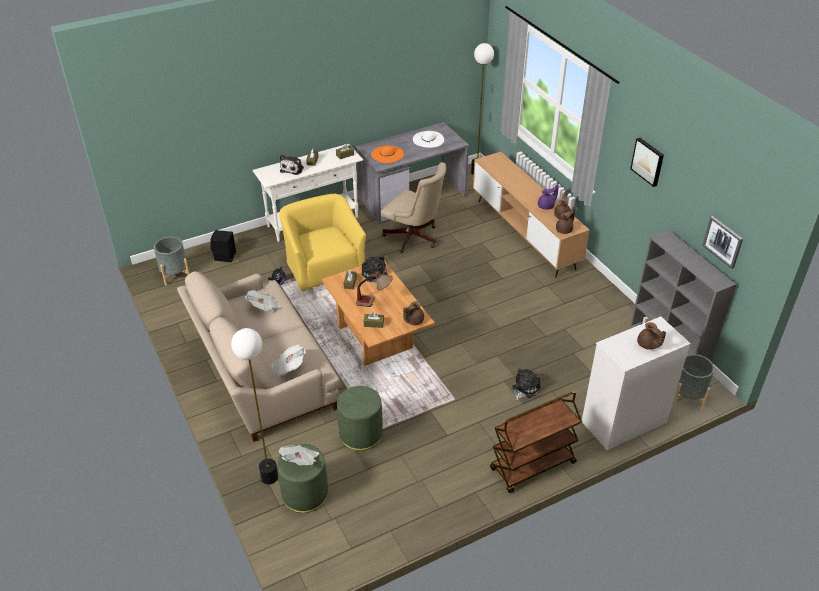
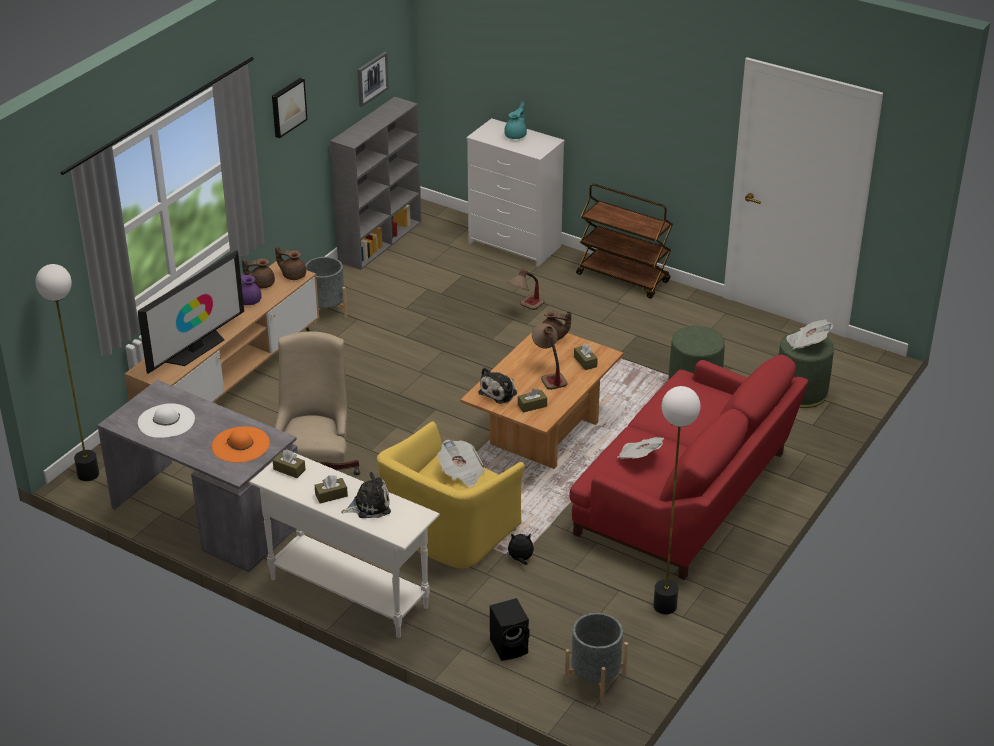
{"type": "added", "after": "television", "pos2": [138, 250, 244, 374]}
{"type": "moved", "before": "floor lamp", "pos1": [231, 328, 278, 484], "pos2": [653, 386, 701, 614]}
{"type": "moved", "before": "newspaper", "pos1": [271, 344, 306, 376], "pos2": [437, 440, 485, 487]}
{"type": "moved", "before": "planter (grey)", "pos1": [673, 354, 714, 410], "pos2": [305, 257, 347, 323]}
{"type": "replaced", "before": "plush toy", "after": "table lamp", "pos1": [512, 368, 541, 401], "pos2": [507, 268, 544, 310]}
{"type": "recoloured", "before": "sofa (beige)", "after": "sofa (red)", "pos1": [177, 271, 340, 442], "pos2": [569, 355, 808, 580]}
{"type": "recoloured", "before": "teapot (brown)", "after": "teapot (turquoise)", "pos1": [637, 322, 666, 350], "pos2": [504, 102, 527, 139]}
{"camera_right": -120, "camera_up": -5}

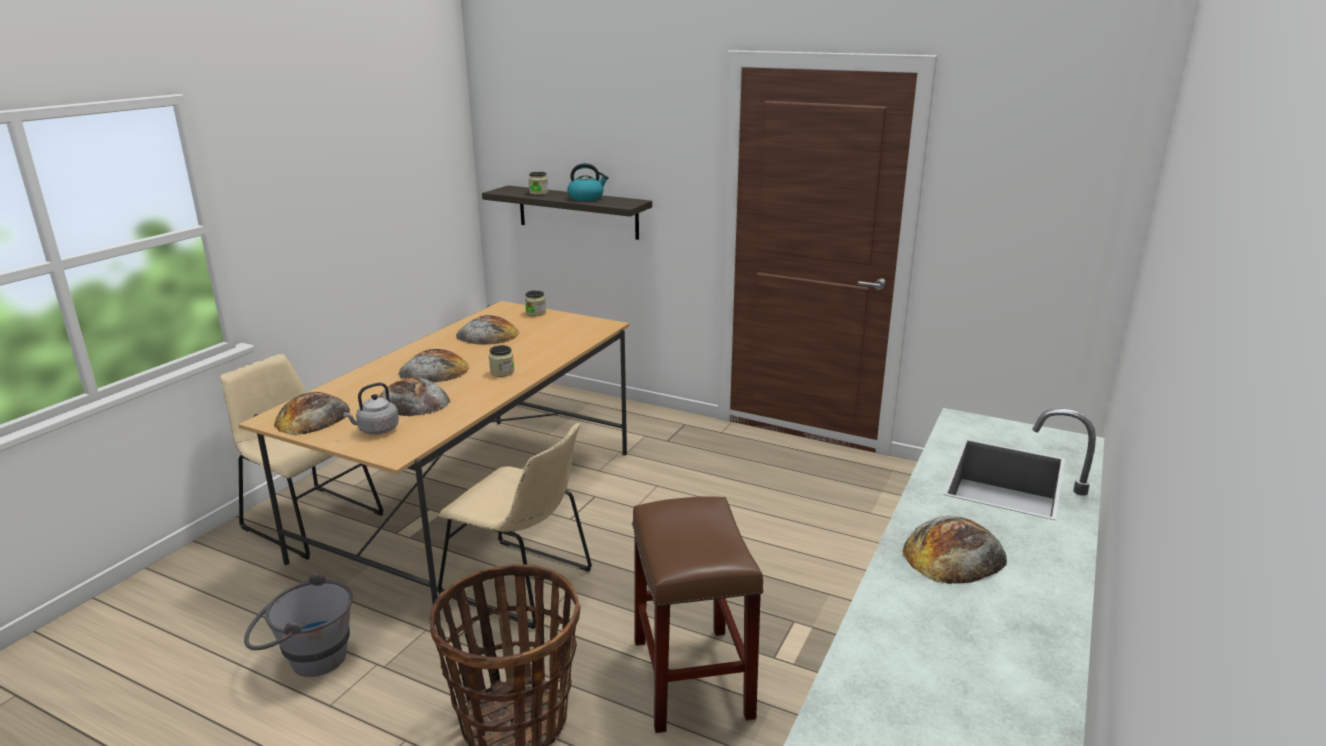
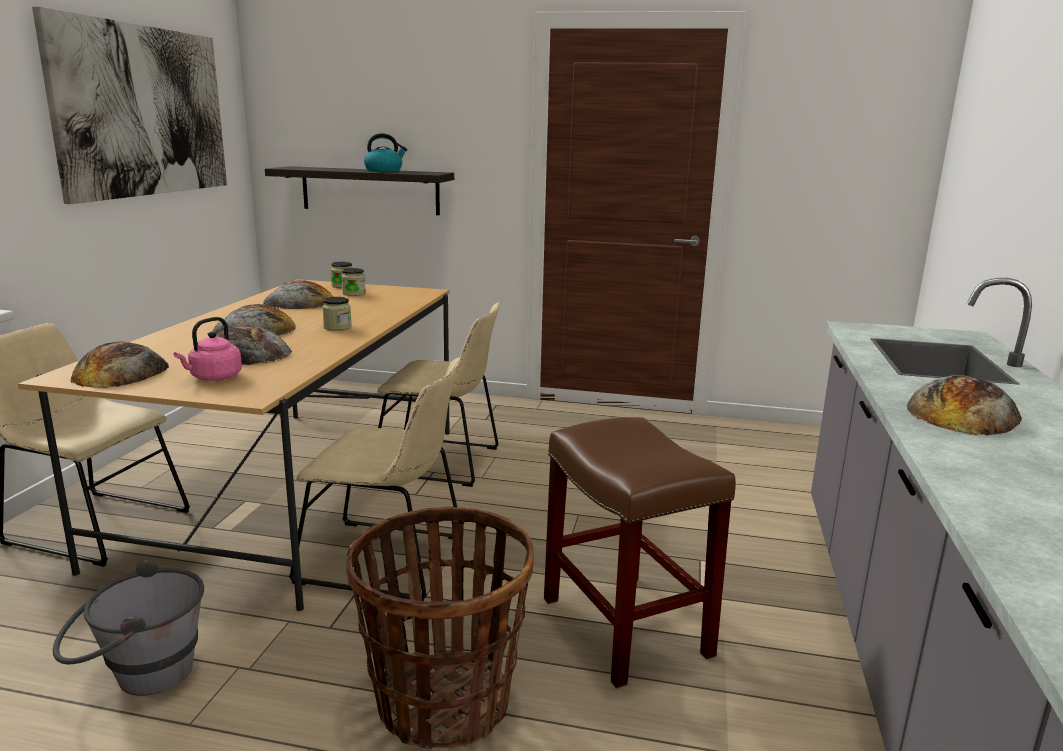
{"type": "added", "after": "picture", "pos2": [32, 7, 227, 204]}
{"type": "added", "after": "chair (beige)", "pos2": [377, 302, 500, 487]}
{"type": "moved", "before": "jar", "pos1": [529, 172, 548, 195], "pos2": [342, 268, 366, 296]}
{"type": "recoloured", "before": "kettle (grey)", "after": "kettle (pink)", "pos1": [343, 383, 399, 435], "pos2": [173, 317, 242, 381]}
{"camera_right": -15, "camera_up": -5}

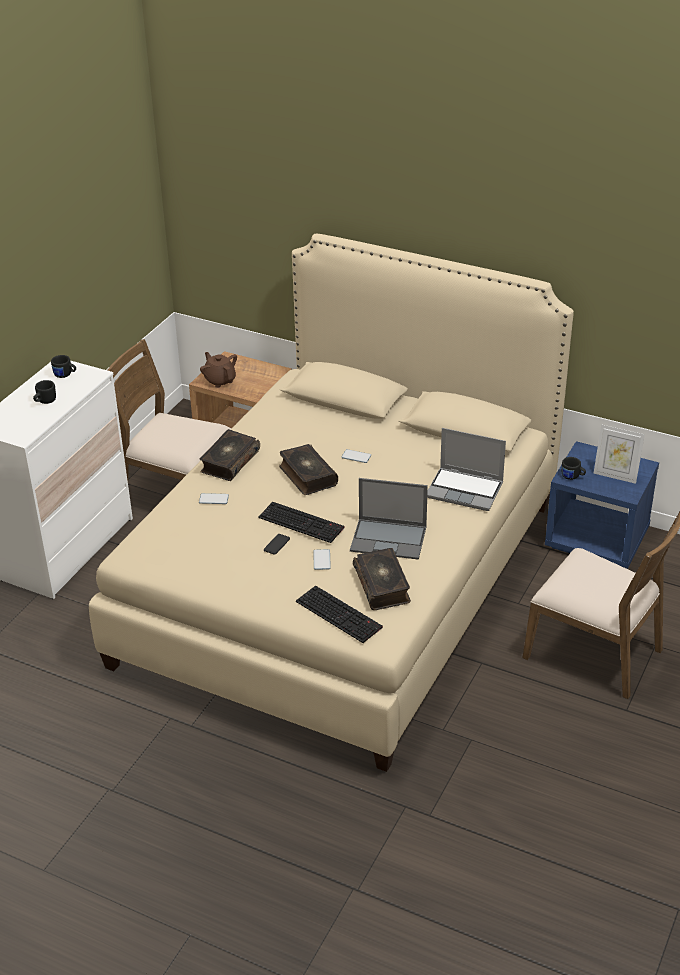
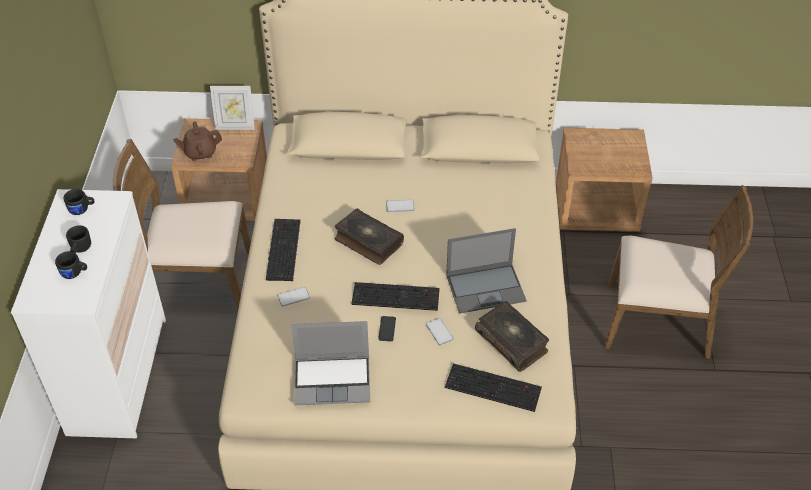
{"type": "moved", "before": "laptop", "pos1": [427, 428, 506, 511], "pos2": [291, 321, 370, 405]}
{"type": "moved", "before": "mug (black)", "pos1": [562, 457, 586, 480], "pos2": [55, 251, 87, 279]}
{"type": "moved", "before": "picture frame", "pos1": [593, 424, 645, 484], "pos2": [210, 86, 255, 130]}
{"type": "replaced", "before": "book", "after": "keyboard", "pos1": [200, 429, 260, 481], "pos2": [266, 219, 301, 281]}
{"type": "recoloured", "before": "nightstand (blue)", "after": "nightstand (brown)", "pos1": [545, 441, 659, 569], "pos2": [556, 128, 652, 231]}
{"type": "turned", "before": "teapot (brown)", "pos1": [200, 352, 237, 388], "pos2": [173, 121, 222, 161], "turn": -45}
{"camera_right": -25, "camera_up": 10}

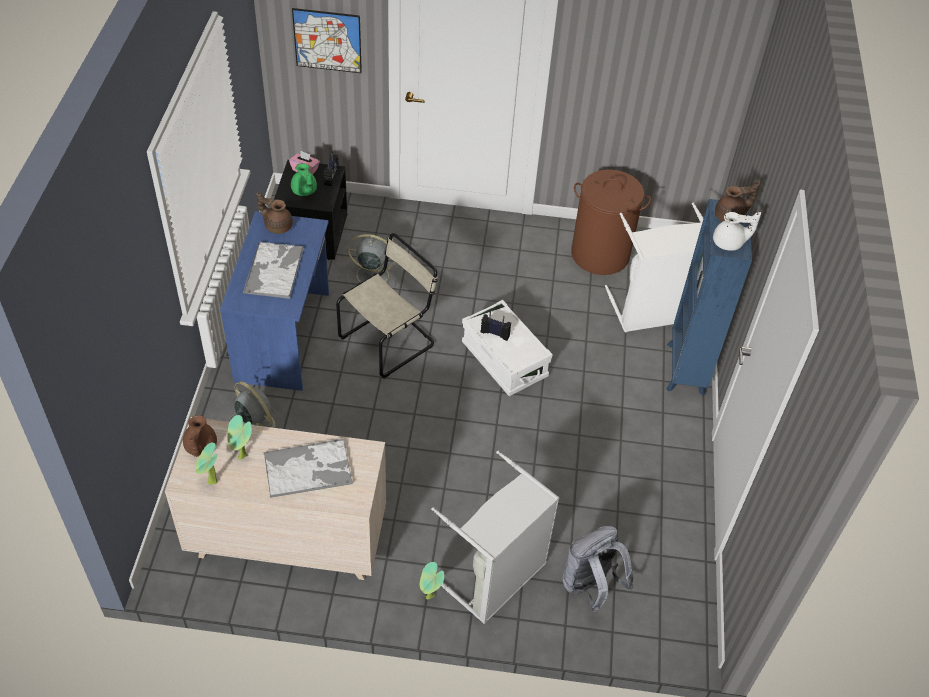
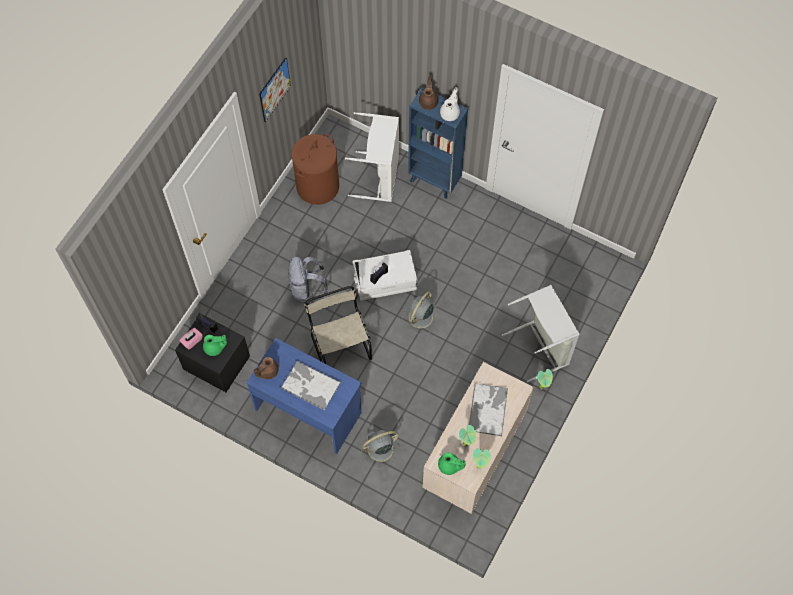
{"type": "moved", "before": "picture", "pos1": [292, 8, 362, 73], "pos2": [259, 57, 291, 122]}
{"type": "moved", "before": "fan (grey)", "pos1": [347, 234, 397, 288], "pos2": [403, 291, 437, 335]}
{"type": "moved", "before": "backpack (grey)", "pos1": [563, 526, 634, 612], "pos2": [288, 257, 328, 303]}
{"type": "recoloured", "before": "teapot (brown)", "after": "teapot (green)", "pos1": [183, 415, 217, 457], "pos2": [438, 452, 466, 475]}
{"camera_right": -65, "camera_up": 15}

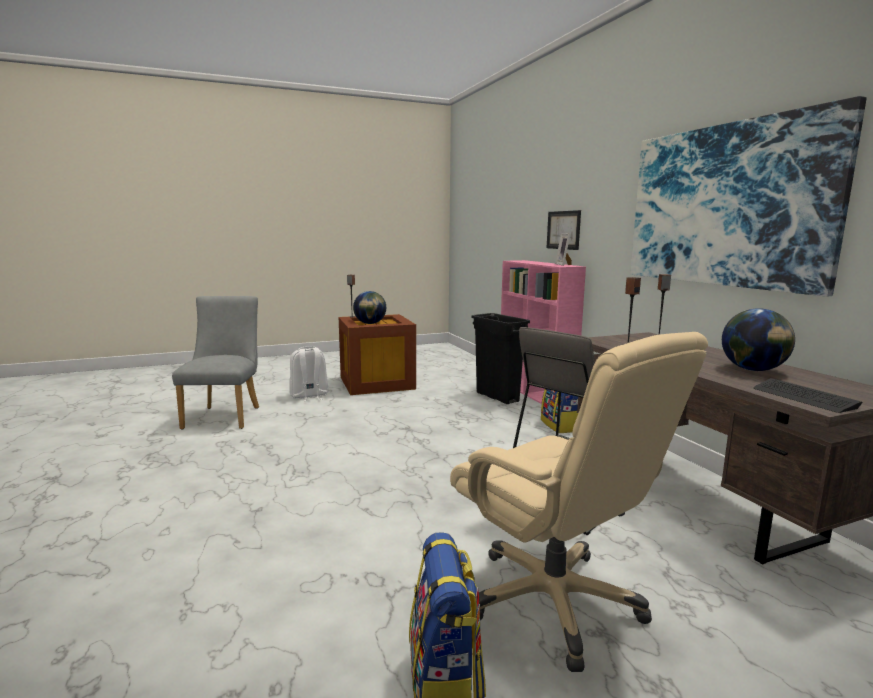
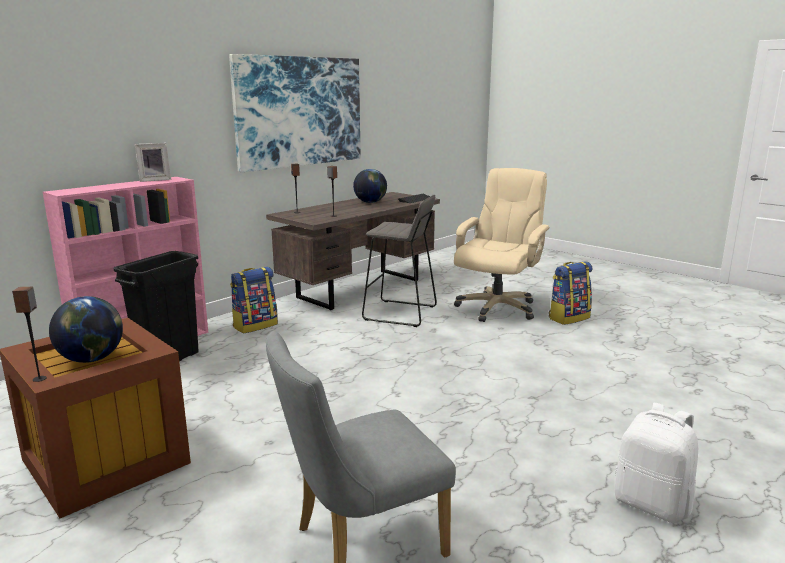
{"type": "removed", "before": "picture", "pos1": [547, 210, 581, 250]}
{"type": "moved", "before": "backpack (white)", "pos1": [289, 346, 328, 402], "pos2": [615, 403, 698, 523]}
{"camera_right": -115, "camera_up": 5}

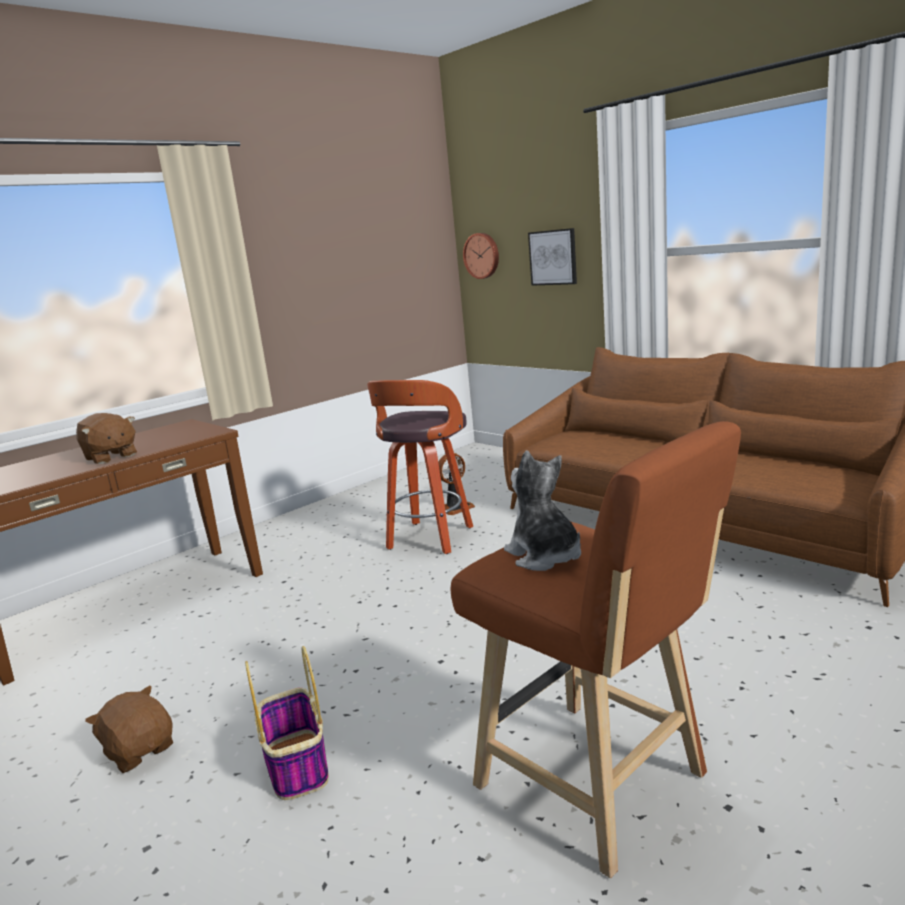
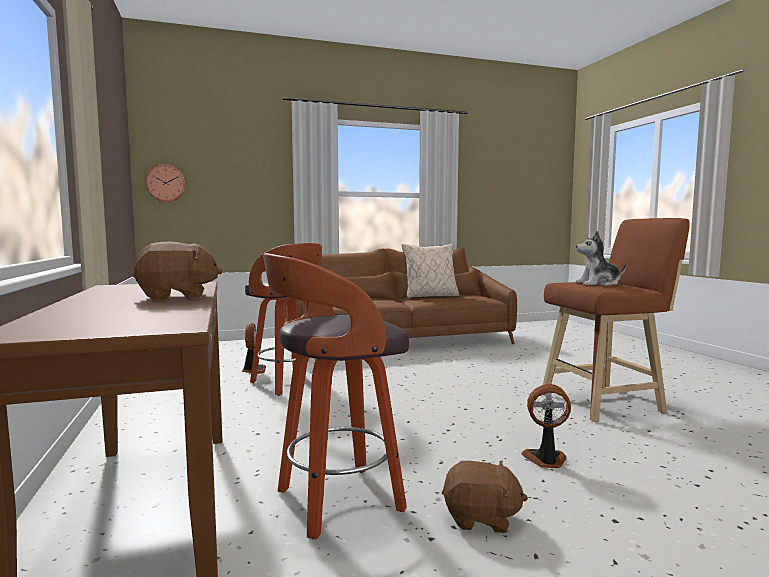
{"type": "removed", "before": "picture", "pos1": [528, 228, 577, 286]}
{"type": "added", "after": "stool", "pos2": [263, 253, 409, 539]}
{"type": "added", "after": "pillow (beige)", "pos2": [402, 244, 460, 298]}
{"type": "replaced", "before": "basket", "after": "fan", "pos1": [245, 646, 329, 800], "pos2": [521, 384, 571, 468]}
{"type": "turned", "before": "plush toy (brown)", "pos1": [85, 685, 173, 773], "pos2": [442, 461, 528, 533], "turn": -150}
{"camera_right": -65, "camera_up": -10}

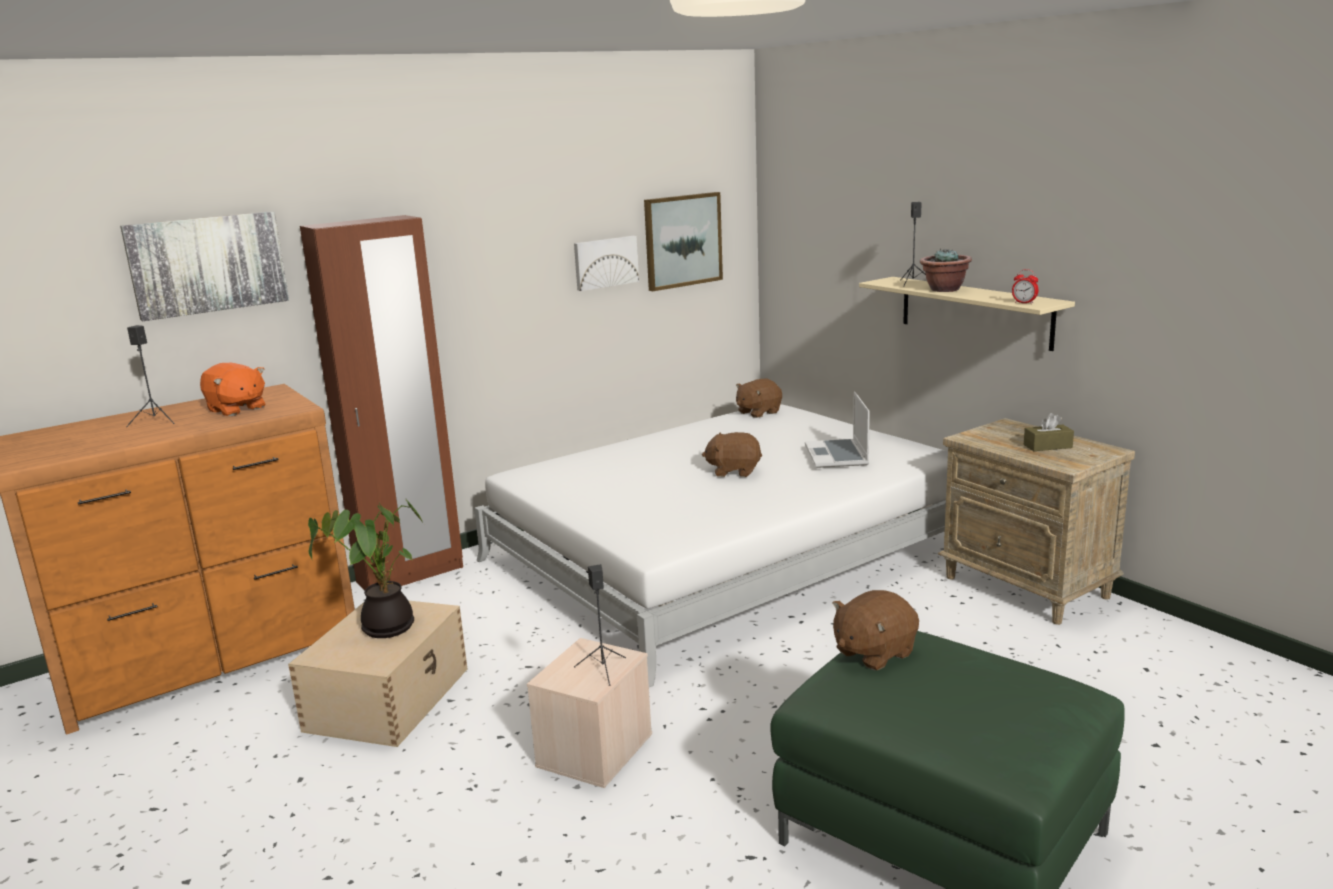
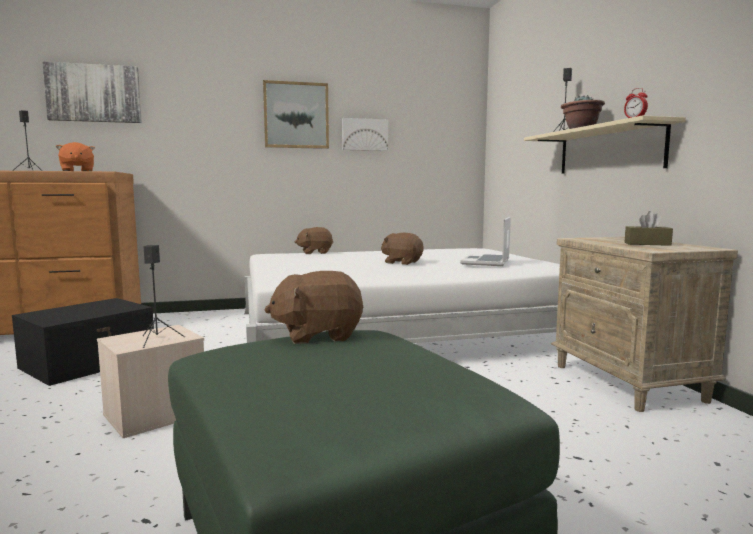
{"type": "removed", "before": "wardrobe (brown)", "pos1": [300, 215, 463, 591]}
{"type": "removed", "before": "potted plant", "pos1": [308, 499, 424, 638]}
{"type": "moved", "before": "picture", "pos1": [644, 192, 723, 291], "pos2": [263, 80, 329, 149]}
{"type": "moved", "before": "plush toy (brown)", "pos1": [736, 379, 782, 418], "pos2": [295, 227, 333, 254]}
{"type": "recoloured", "before": "storage box (beige)", "after": "storage box (black)", "pos1": [288, 601, 468, 747], "pos2": [12, 298, 154, 386]}
{"camera_right": 20, "camera_up": -10}

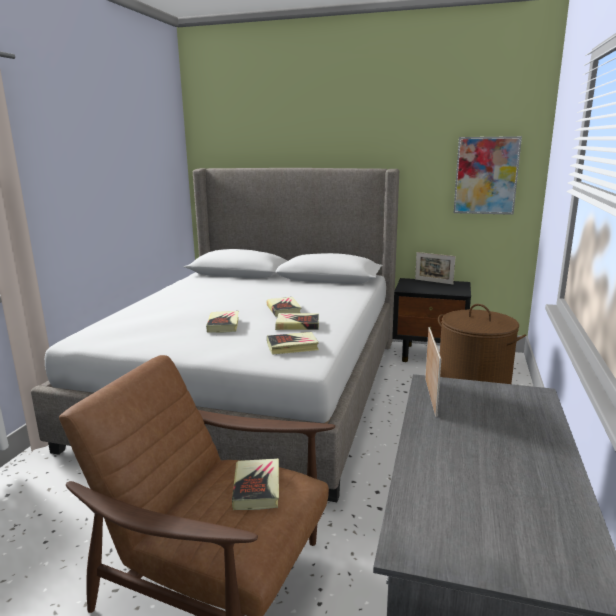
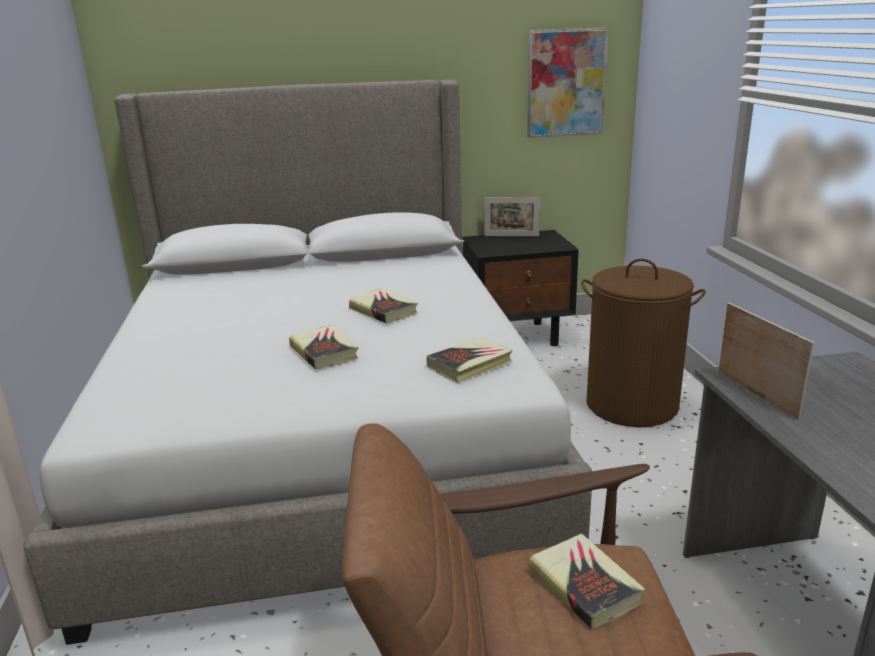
{"type": "removed", "before": "book", "pos1": [275, 313, 319, 330]}
{"camera_right": -25, "camera_up": 5}

